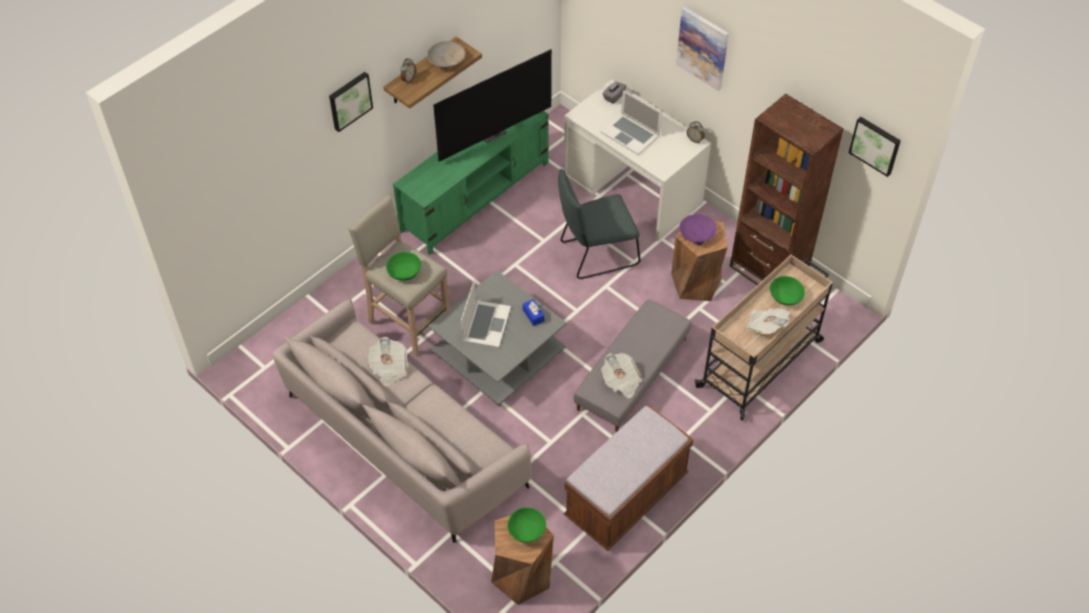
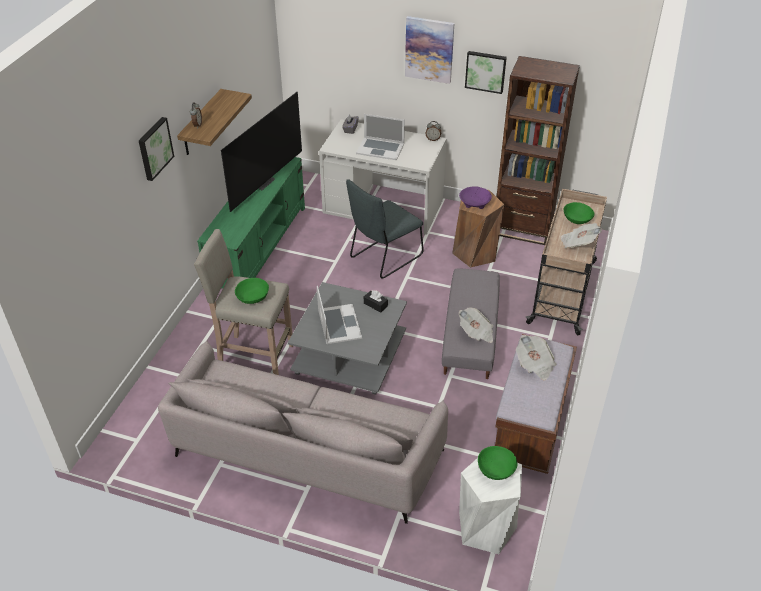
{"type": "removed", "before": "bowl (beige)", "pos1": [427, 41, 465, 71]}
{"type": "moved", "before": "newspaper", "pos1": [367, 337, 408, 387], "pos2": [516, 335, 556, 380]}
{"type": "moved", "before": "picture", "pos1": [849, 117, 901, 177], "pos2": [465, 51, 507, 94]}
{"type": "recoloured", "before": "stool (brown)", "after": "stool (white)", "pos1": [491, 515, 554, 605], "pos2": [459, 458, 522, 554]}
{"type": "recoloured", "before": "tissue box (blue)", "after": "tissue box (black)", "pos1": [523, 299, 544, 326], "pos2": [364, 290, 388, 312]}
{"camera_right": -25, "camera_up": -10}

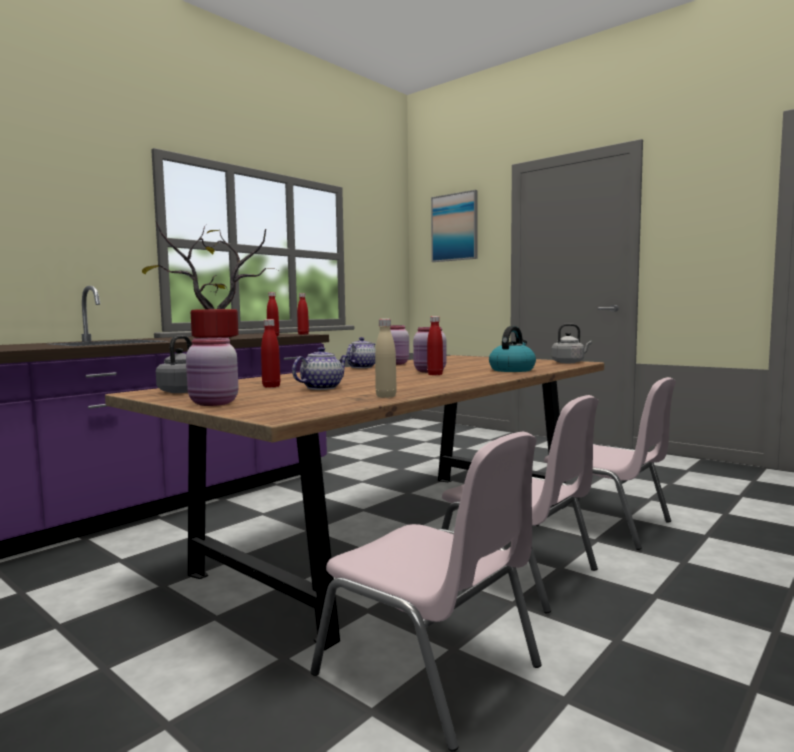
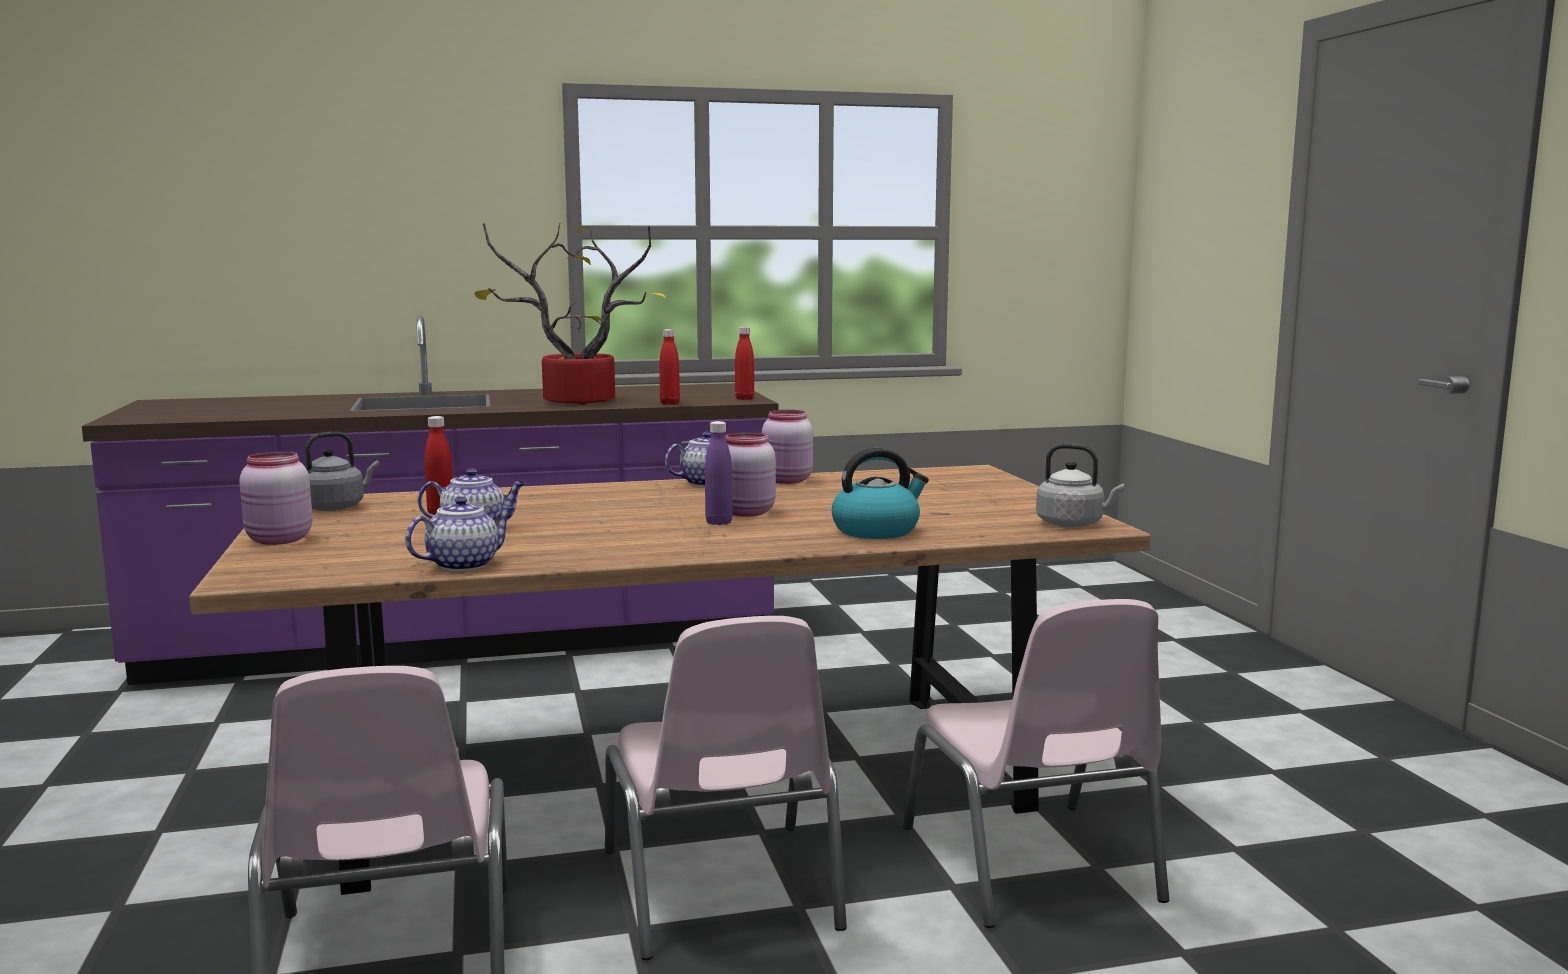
{"type": "removed", "before": "picture", "pos1": [431, 190, 478, 262]}
{"type": "replaced", "before": "bottle (beige)", "after": "teapot", "pos1": [375, 319, 396, 398], "pos2": [405, 496, 514, 571]}
{"type": "recoloured", "before": "bottle (red)", "after": "bottle (purple)", "pos1": [427, 316, 443, 375], "pos2": [705, 421, 733, 525]}
{"camera_right": 35, "camera_up": 5}

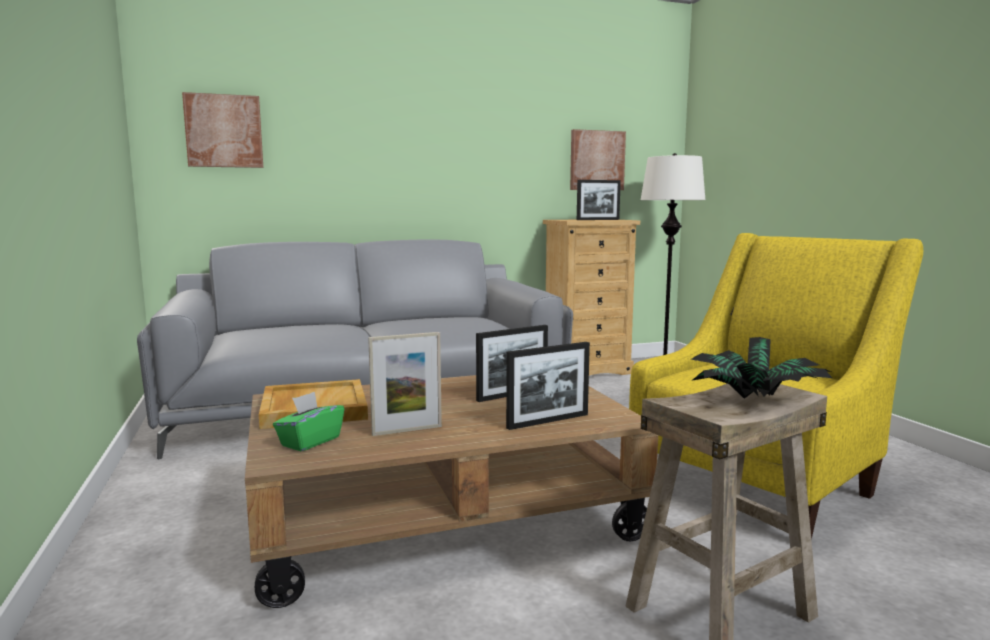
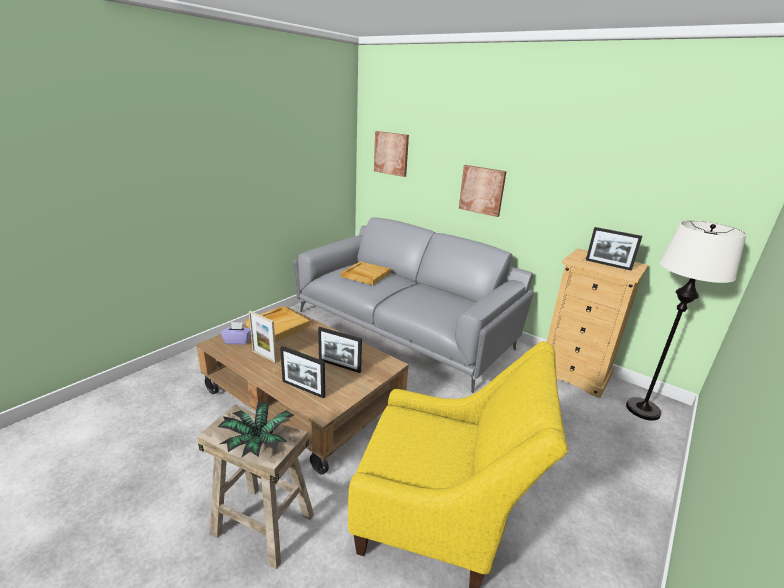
{"type": "added", "after": "tray (beige)", "pos2": [341, 261, 391, 285]}
{"type": "moved", "before": "picture", "pos1": [570, 129, 626, 190], "pos2": [459, 165, 506, 217]}
{"type": "recoloured", "before": "tissue box (green)", "after": "tissue box (purple)", "pos1": [273, 392, 344, 451], "pos2": [221, 322, 251, 345]}
{"camera_right": 55, "camera_up": 15}

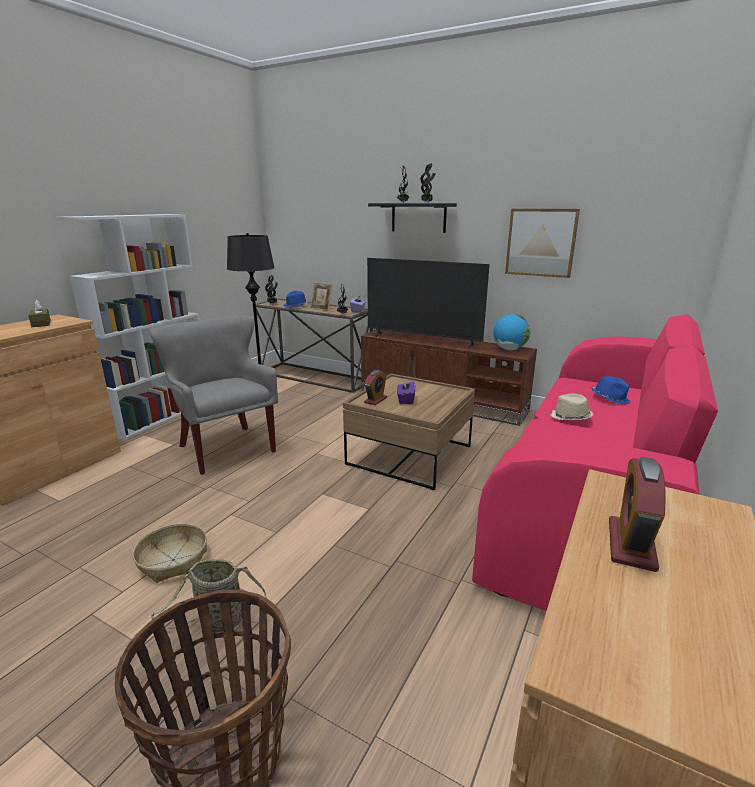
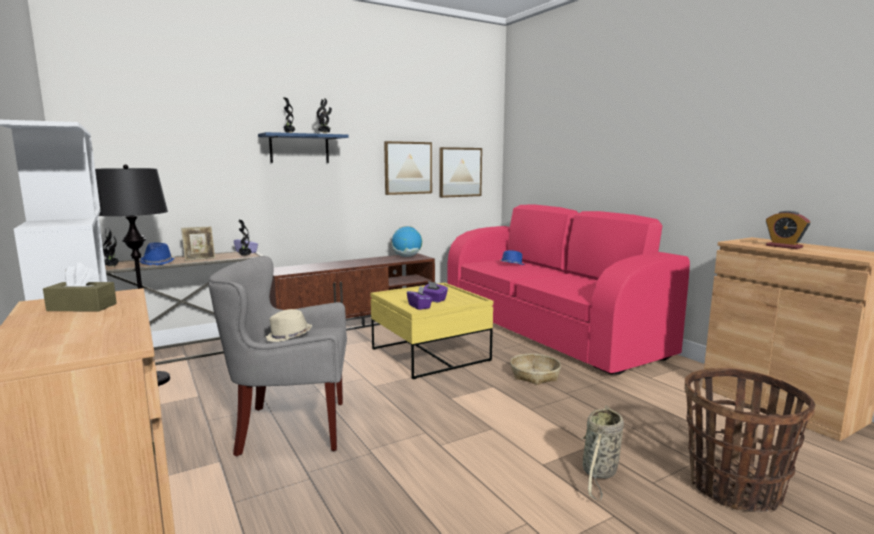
{"type": "removed", "before": "television", "pos1": [367, 258, 490, 349]}
{"type": "added", "after": "picture", "pos2": [439, 147, 482, 198]}
{"type": "moved", "before": "basket", "pos1": [132, 524, 207, 583], "pos2": [510, 354, 561, 385]}
{"type": "moved", "before": "hat (beige)", "pos1": [550, 394, 594, 420], "pos2": [266, 309, 312, 342]}
{"type": "replaced", "before": "alarm clock", "after": "tissue box (purple)", "pos1": [364, 370, 387, 405], "pos2": [407, 286, 433, 310]}
{"type": "recoloured", "before": "coffee table (brown)", "after": "coffee table (yellow)", "pos1": [343, 373, 475, 490], "pos2": [371, 283, 493, 379]}
{"type": "recoloured", "before": "shelf (black)", "after": "shelf (blue)", "pos1": [368, 203, 457, 233], "pos2": [258, 132, 349, 163]}
{"camera_right": -60, "camera_up": -10}

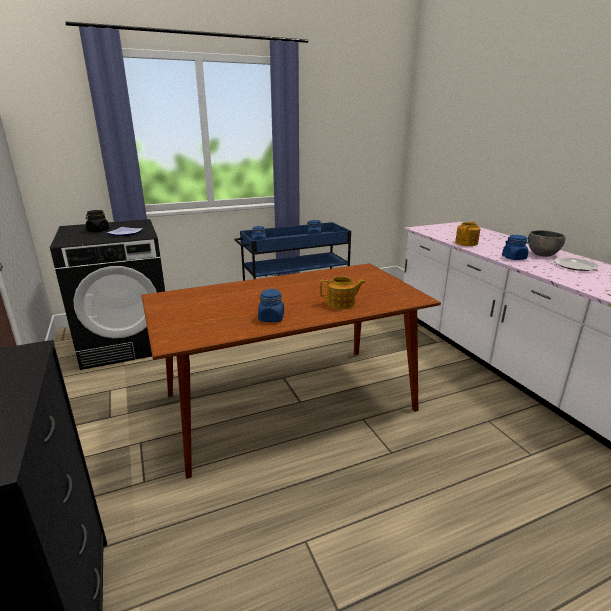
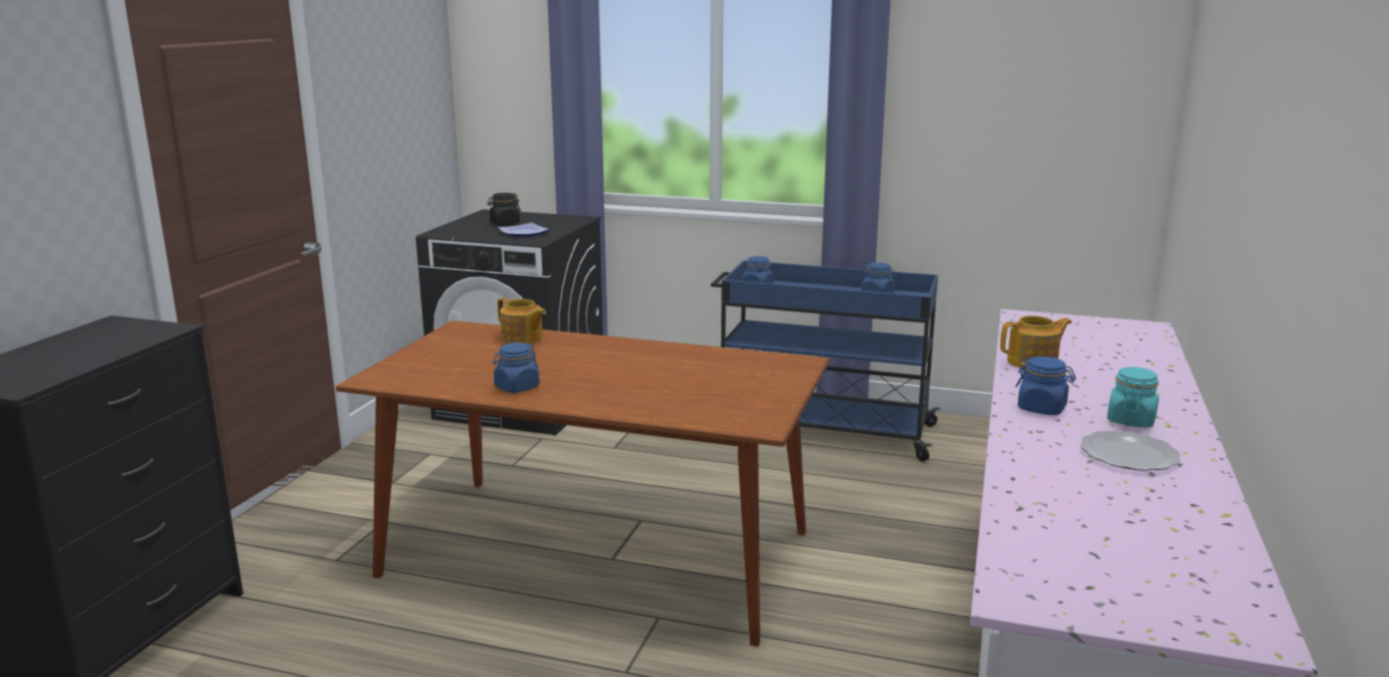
{"type": "moved", "before": "teapot", "pos1": [320, 276, 366, 309], "pos2": [498, 298, 546, 344]}
{"type": "replaced", "before": "bowl (grey)", "after": "jar (turquoise)", "pos1": [528, 230, 565, 257], "pos2": [1107, 367, 1159, 428]}
{"camera_right": 40, "camera_up": -5}

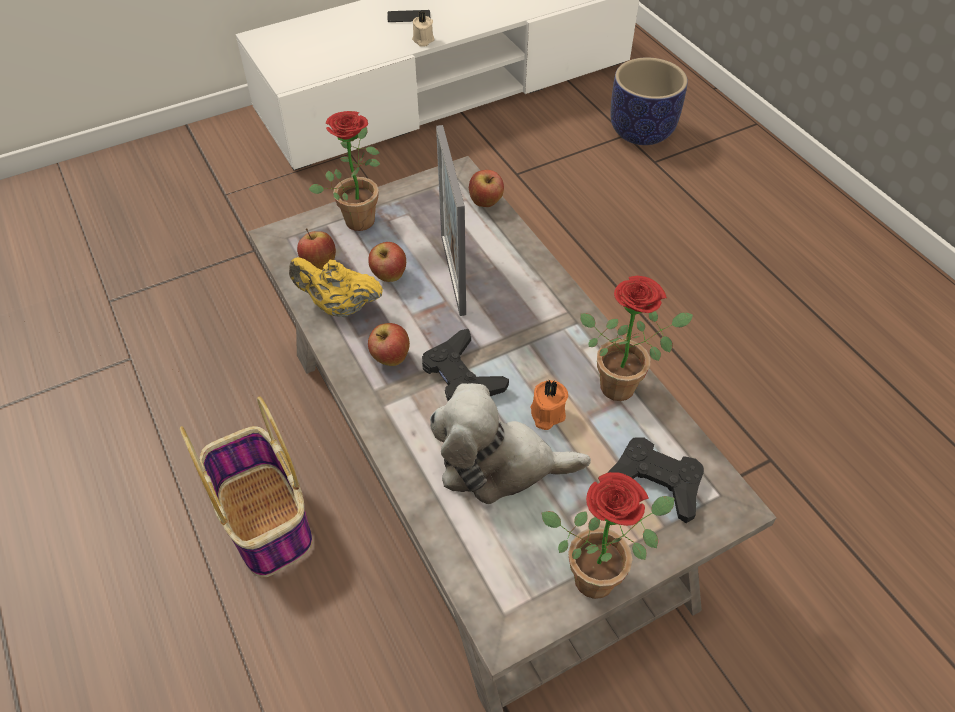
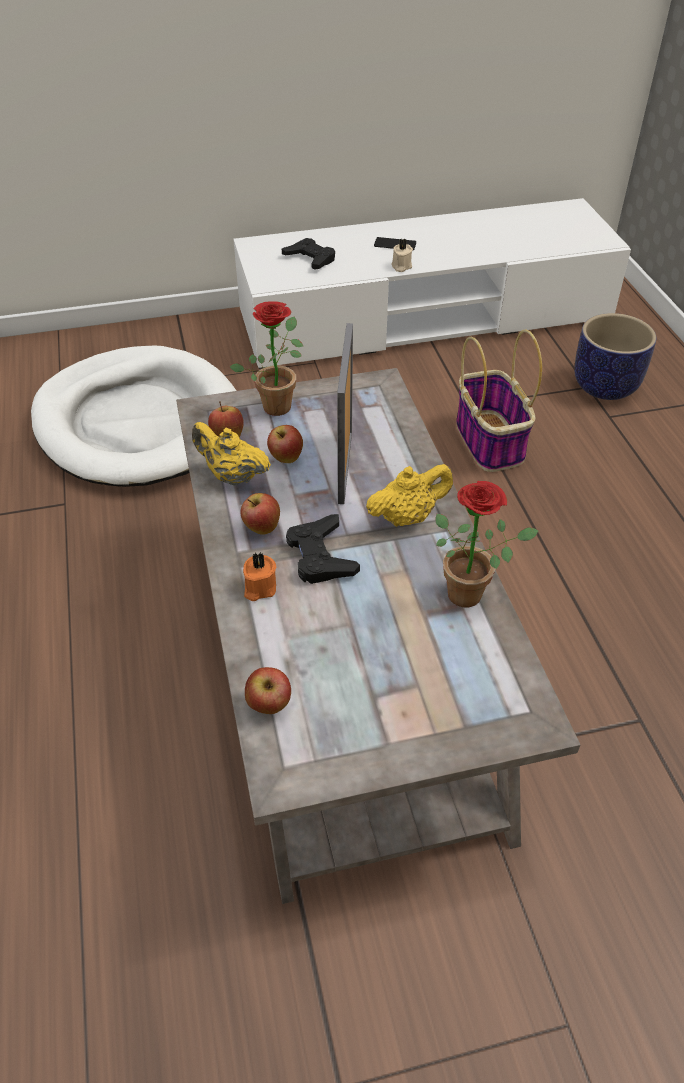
{"type": "removed", "before": "plush toy", "pos1": [430, 383, 591, 504]}
{"type": "removed", "before": "potted plant", "pos1": [542, 472, 675, 599]}
{"type": "added", "after": "dog bed (white)", "pos2": [31, 346, 236, 487]}
{"type": "added", "after": "teapot (yellow)", "pos2": [366, 464, 453, 527]}
{"type": "moved", "before": "basket", "pos1": [180, 396, 313, 577], "pos2": [456, 330, 542, 472]}
{"type": "moved", "before": "apple", "pos1": [469, 170, 504, 207], "pos2": [245, 667, 291, 714]}
{"type": "moved", "before": "candle (orange)", "pos1": [530, 380, 568, 430], "pos2": [243, 552, 276, 601]}
{"type": "moved", "before": "game controller (black)", "pos1": [607, 437, 704, 523], "pos2": [282, 238, 335, 270]}
{"camera_right": 15, "camera_up": -5}

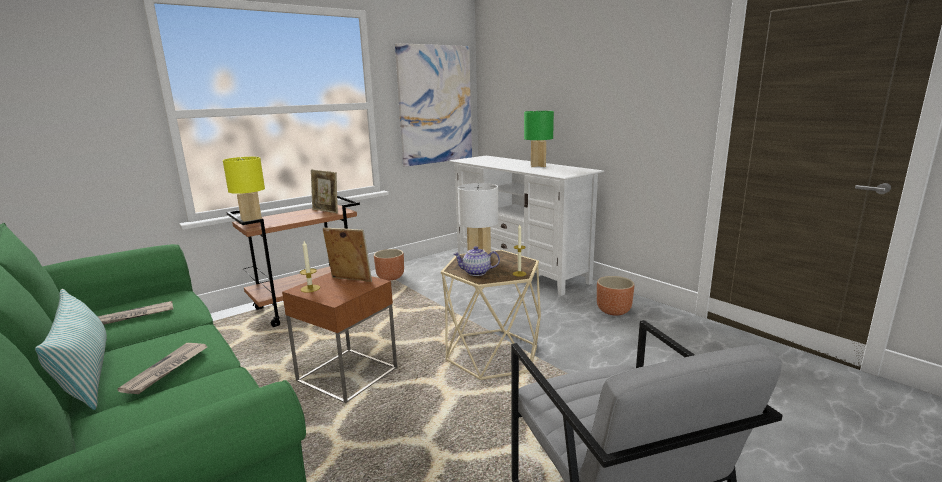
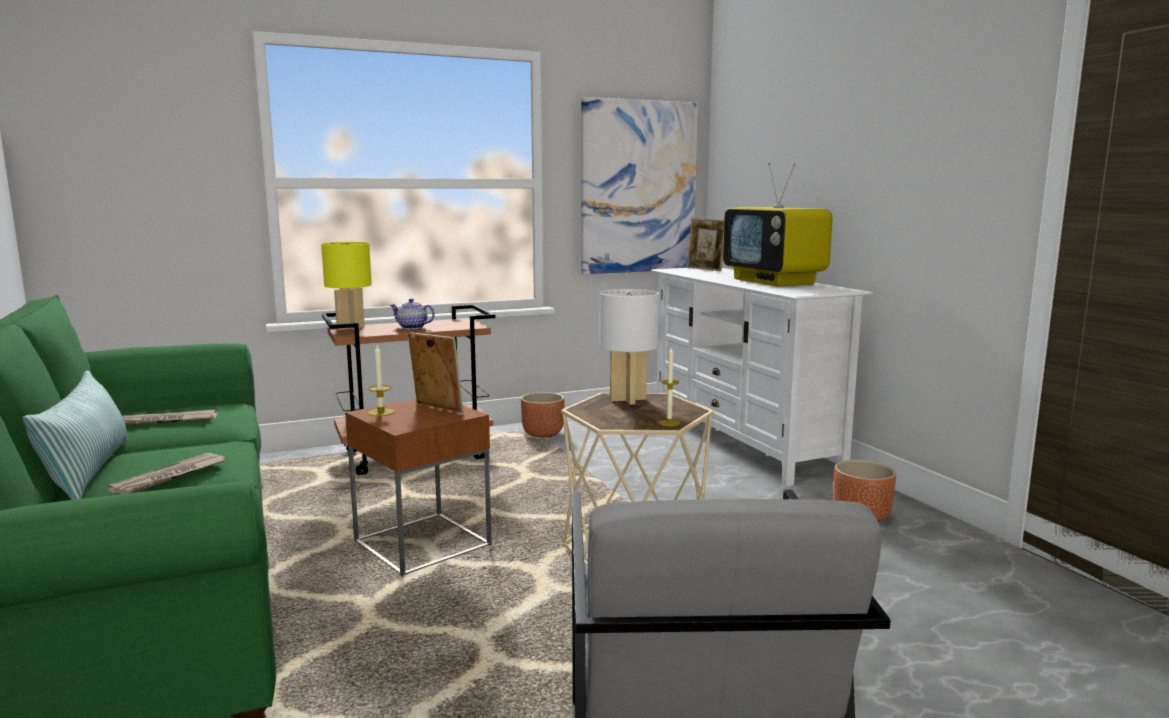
{"type": "moved", "before": "picture frame", "pos1": [311, 169, 338, 213], "pos2": [687, 218, 724, 271]}
{"type": "moved", "before": "teapot", "pos1": [453, 246, 500, 276], "pos2": [390, 298, 435, 329]}
{"type": "replaced", "before": "table lamp (green)", "after": "television", "pos1": [524, 111, 554, 167], "pos2": [723, 163, 833, 287]}
{"camera_right": 15, "camera_up": -5}

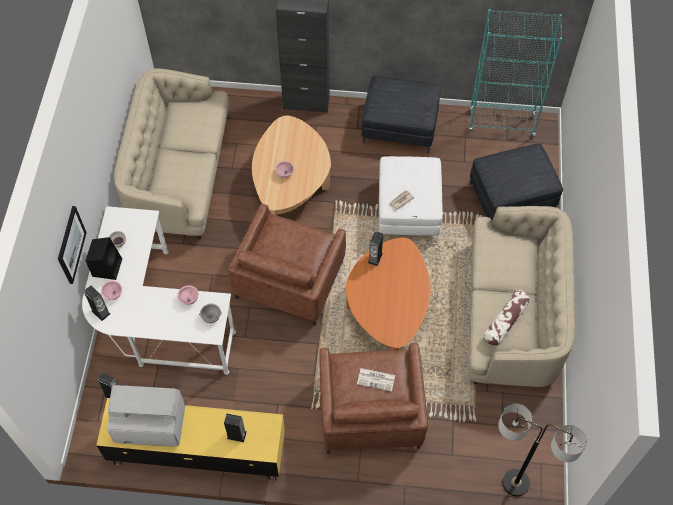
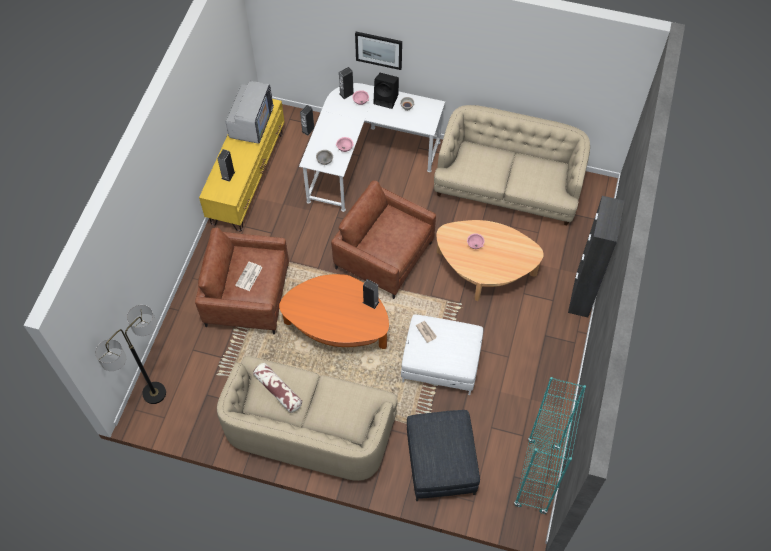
{"type": "removed", "before": "ottoman (grey)", "pos1": [362, 76, 441, 153]}
{"camera_right": 100, "camera_up": 0}

